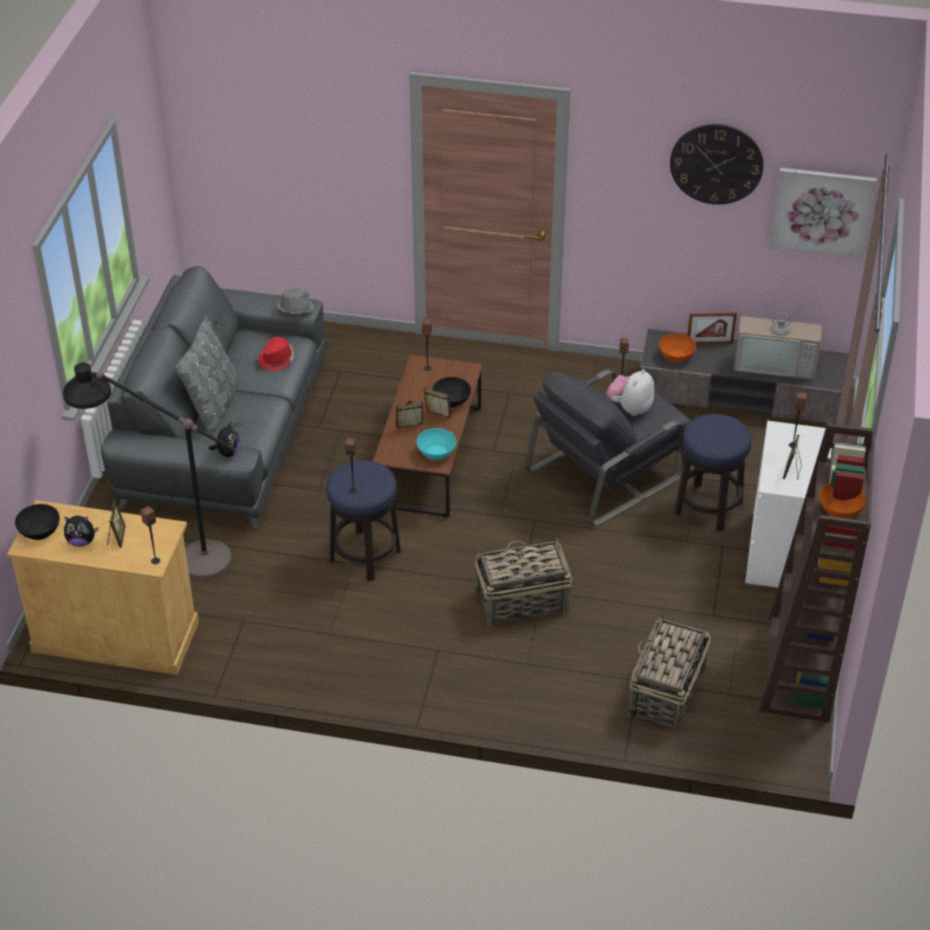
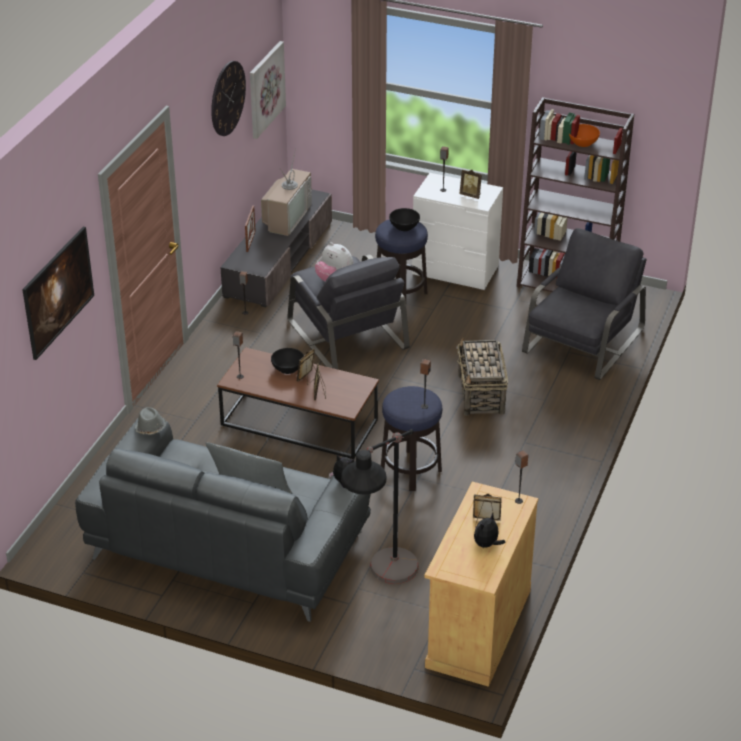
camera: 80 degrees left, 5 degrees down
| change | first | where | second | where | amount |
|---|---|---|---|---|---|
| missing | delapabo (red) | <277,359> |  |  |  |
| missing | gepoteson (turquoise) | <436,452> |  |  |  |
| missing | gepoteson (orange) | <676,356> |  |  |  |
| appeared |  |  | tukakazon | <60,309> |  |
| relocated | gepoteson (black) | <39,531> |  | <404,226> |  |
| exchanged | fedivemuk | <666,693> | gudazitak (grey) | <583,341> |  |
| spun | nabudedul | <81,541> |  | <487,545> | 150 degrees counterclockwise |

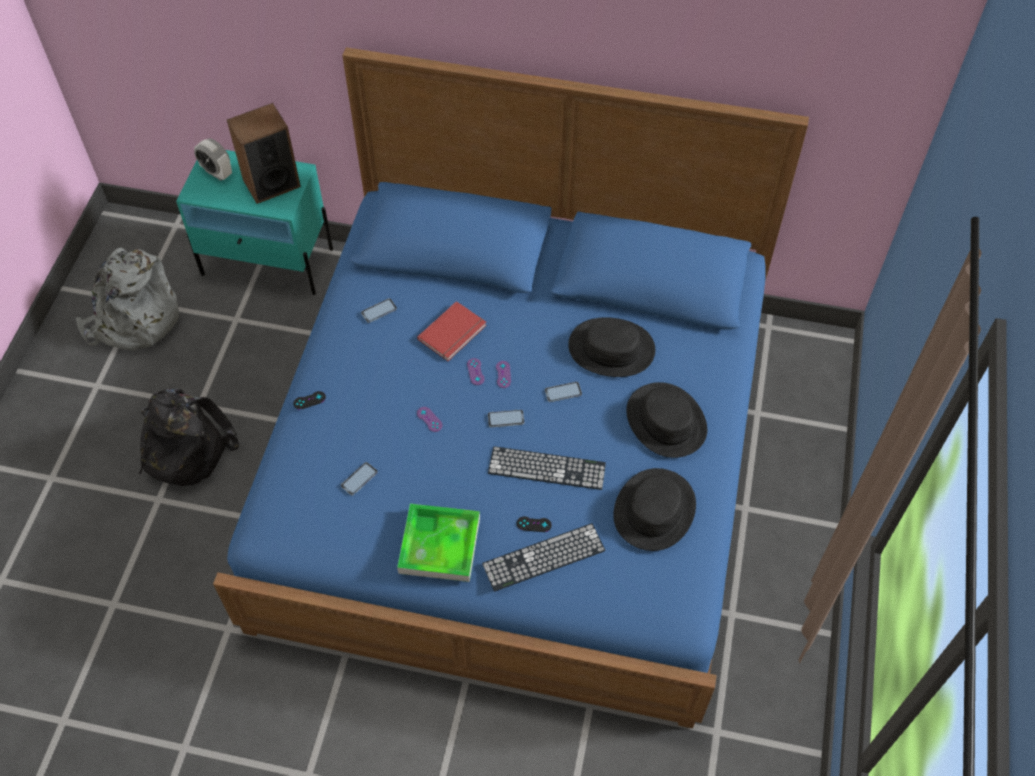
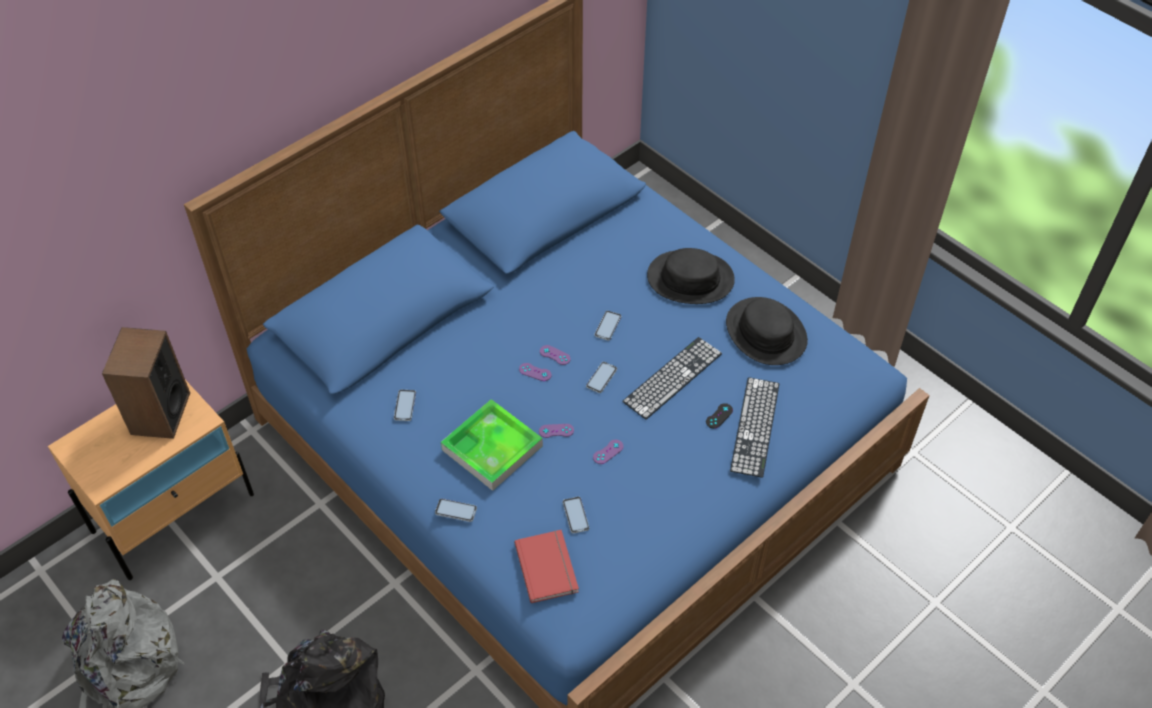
camera: 55 degrees left, 5 degrees down
| change | first | where | second | where | amount |
|---|---|---|---|---|---|
| missing | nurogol | <217,172> |  |  |  |
| missing | delapabo (black) | <611,349> |  |  |  |
| appeared |  |  | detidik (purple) | <608,452> |  |
| relocated | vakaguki | <439,545> |  | <492,448> |  |
| relocated | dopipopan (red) | <454,333> |  | <548,567> |  |
| exchanged | detidik (black) | <309,400> | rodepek | <456,511> |  |
| colour | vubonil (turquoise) | <268,262> | vubonil (beige) | <174,512> |  |

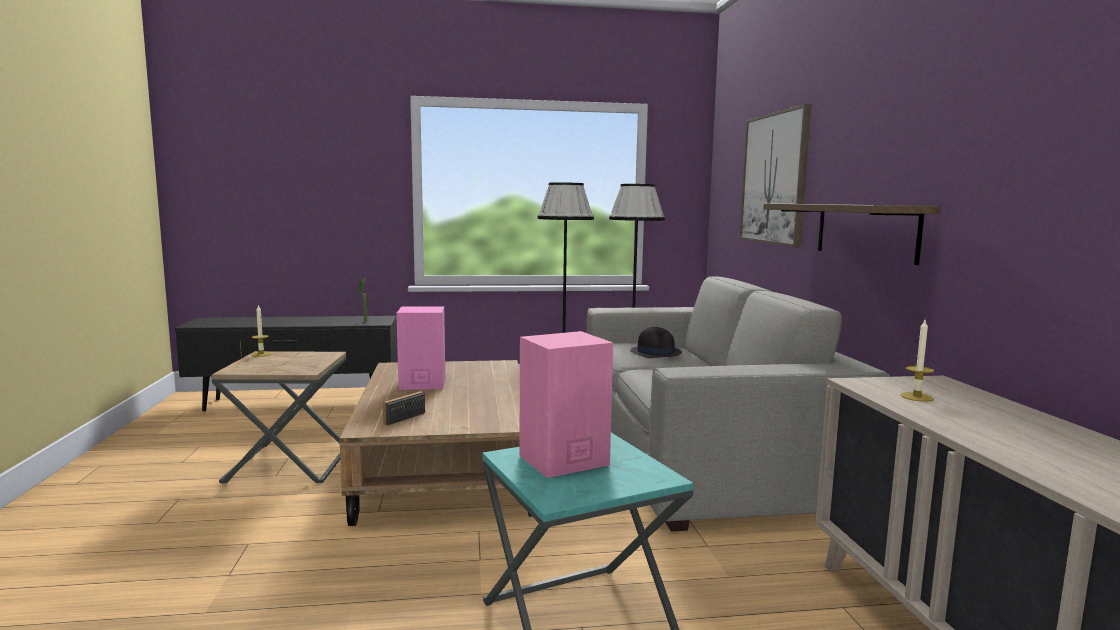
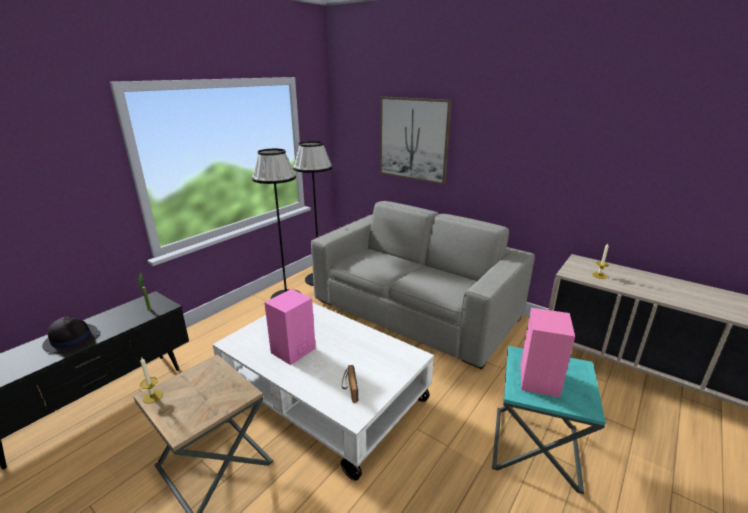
camera: 45 degrees left, 15 degrees up
| change | first | where | second | where | amount |
|---|---|---|---|---|---|
| missing | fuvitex | <865,231> |  |  |  |
| relocated | delapabo (black) | <655,352> |  | <71,339> |  |
| colour | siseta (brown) | <448,467> | siseta (white) | <324,395> |  |

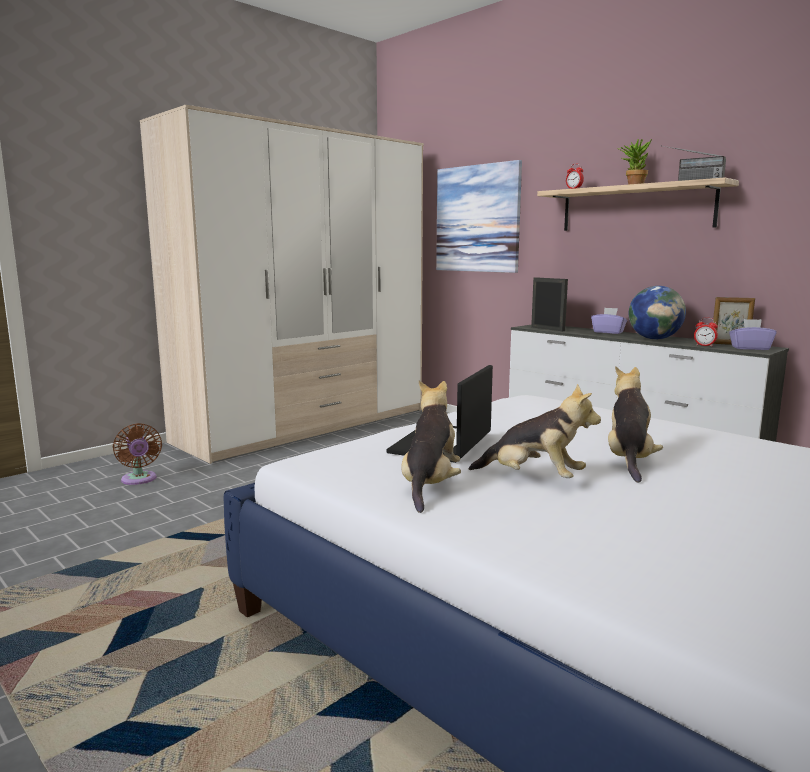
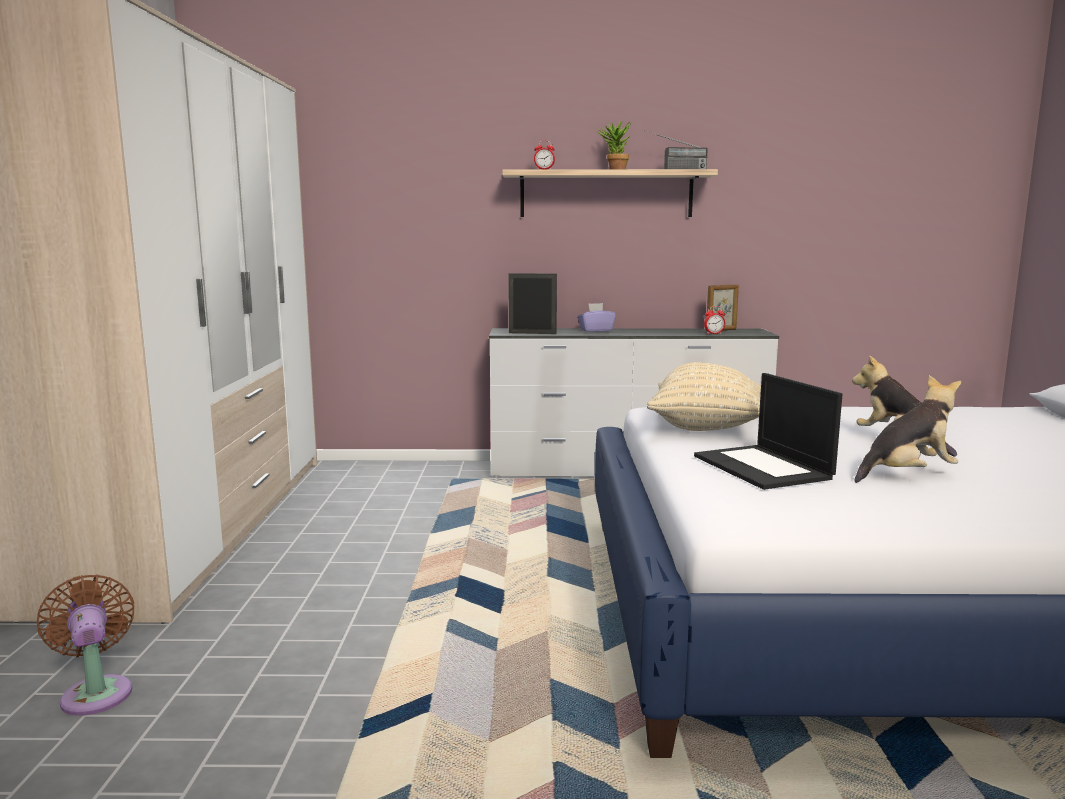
camera: 45 degrees left, 0 degrees up
| change | first | where | second | where | amount |
|---|---|---|---|---|---|
| missing | nabudedul | <430,485> |  |  |  |
| missing | tukakazon | <477,219> |  |  |  |
| missing | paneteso | <654,339> |  |  |  |
| missing | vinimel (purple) | <750,348> |  |  |  |
| appeared |  |  | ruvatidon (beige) | <706,427> |  |
| spun | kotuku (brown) | <139,480> |  | <96,692> | 135 degrees counterclockwise |

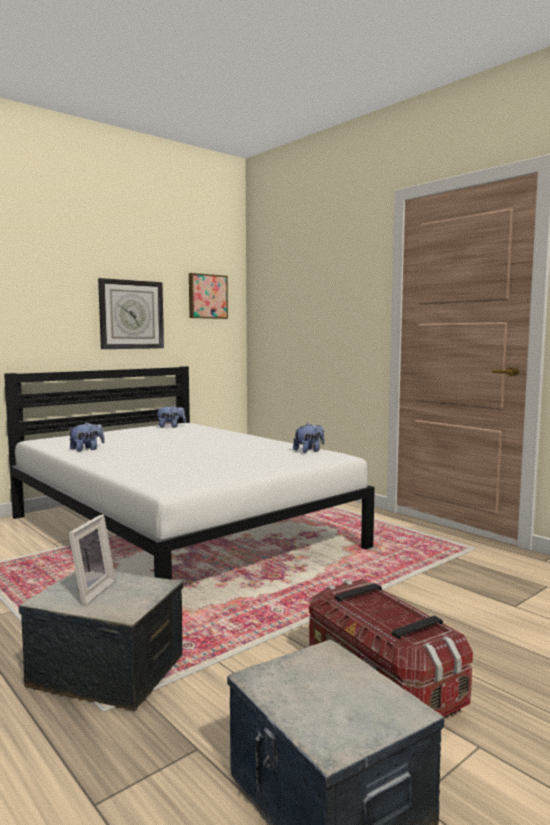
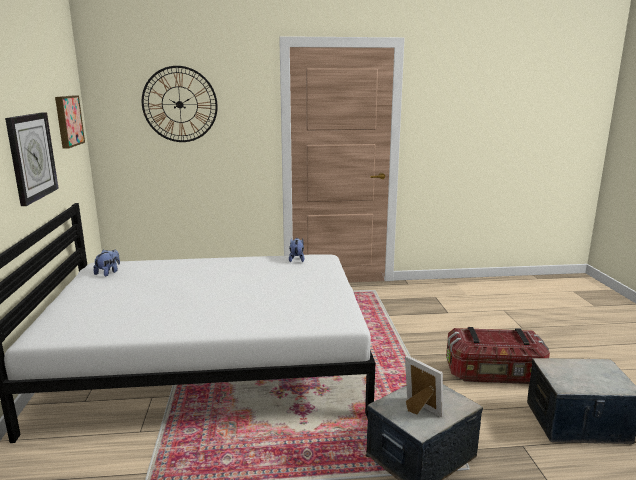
camera: 55 degrees left, 10 degrees up
| change | first | where | second | where | amount |
|---|---|---|---|---|---|
| missing | nabudedul | <87,449> |  |  |  |
| appeared |  |  | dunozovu | <179,104> |  |

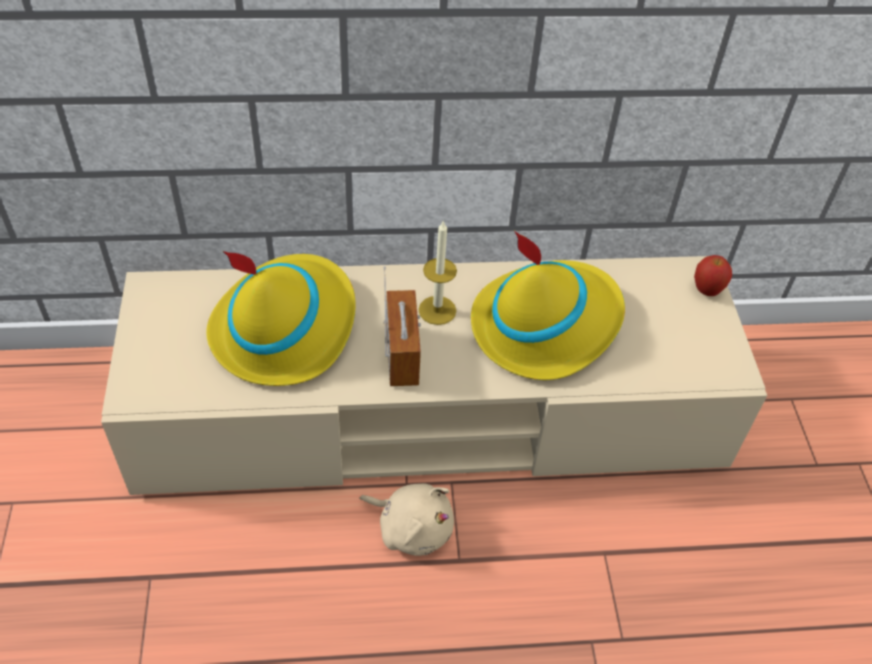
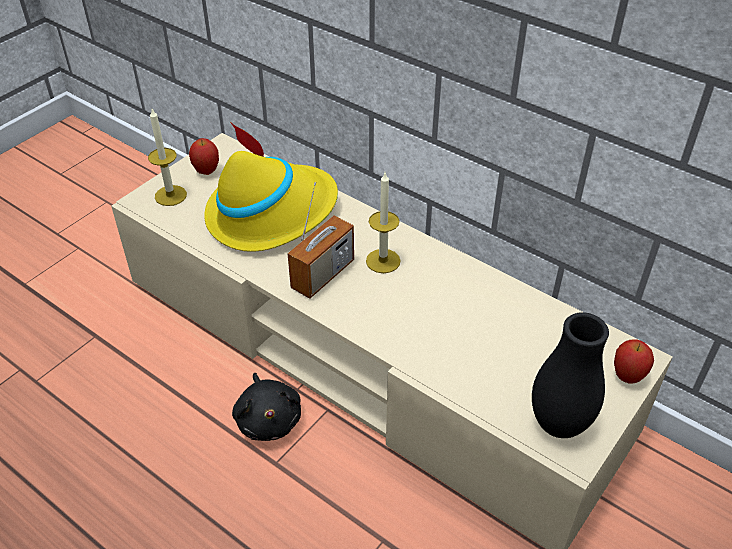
camera: 45 degrees right, 5 degrees down
| change | first | where | second | where | amount |
|---|---|---|---|---|---|
| missing | delapabo (yellow) | <546,325> |  |  |  |
| appeared |  |  | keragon | <170,195> |  |
| appeared |  |  | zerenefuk | <206,171> |  |
| appeared |  |  | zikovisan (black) | <559,424> |  |
| colour | nabudedul (beige) | <412,528> | nabudedul (black) | <268,419> |  |

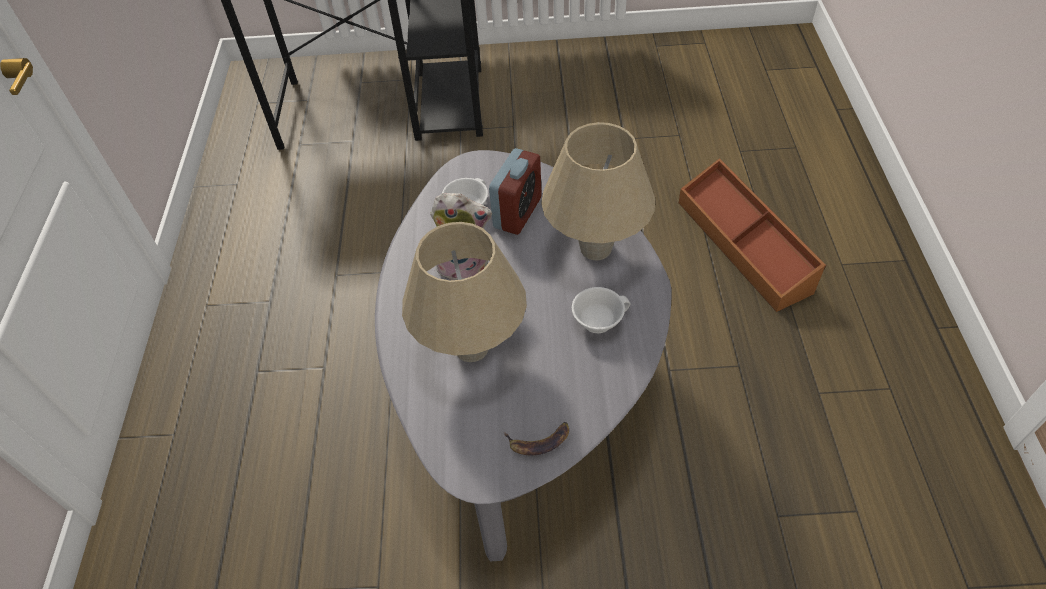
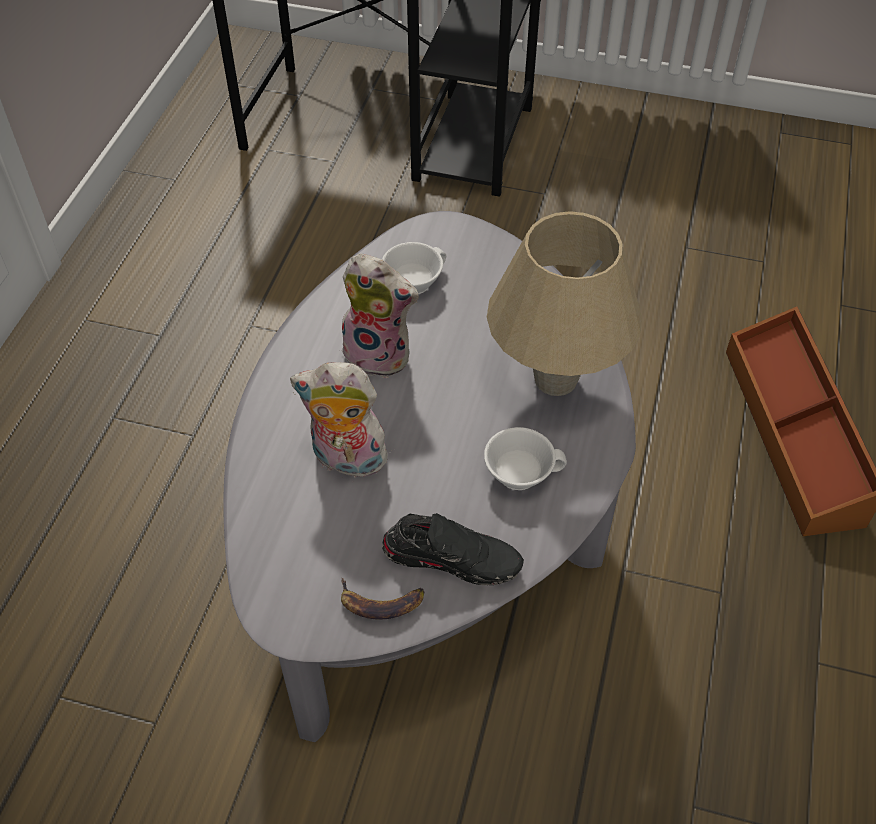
camera: 15 degrees right, 0 degrees up
| change | first | where | second | where | amount |
|---|---|---|---|---|---|
| missing | nurogol | <517,213> |  |  |  |
| appeared |  |  | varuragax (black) | <453,556> |  |
| exchanged | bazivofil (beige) | <472,348> | nabudedul | <346,460> |  |

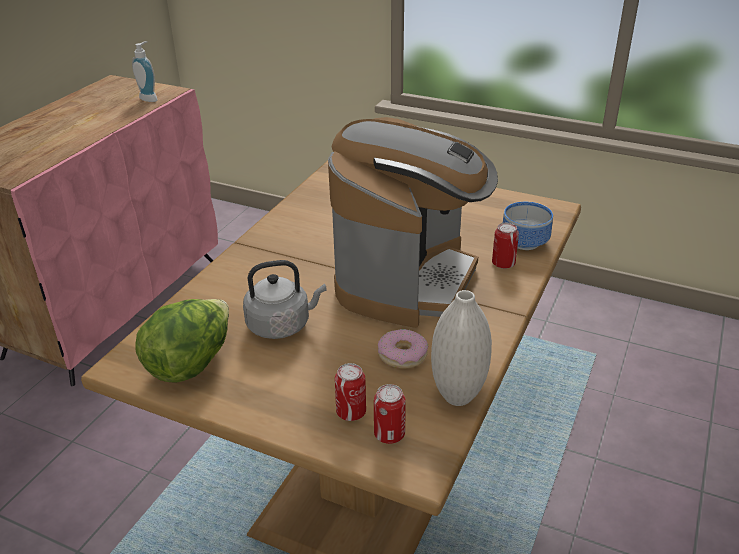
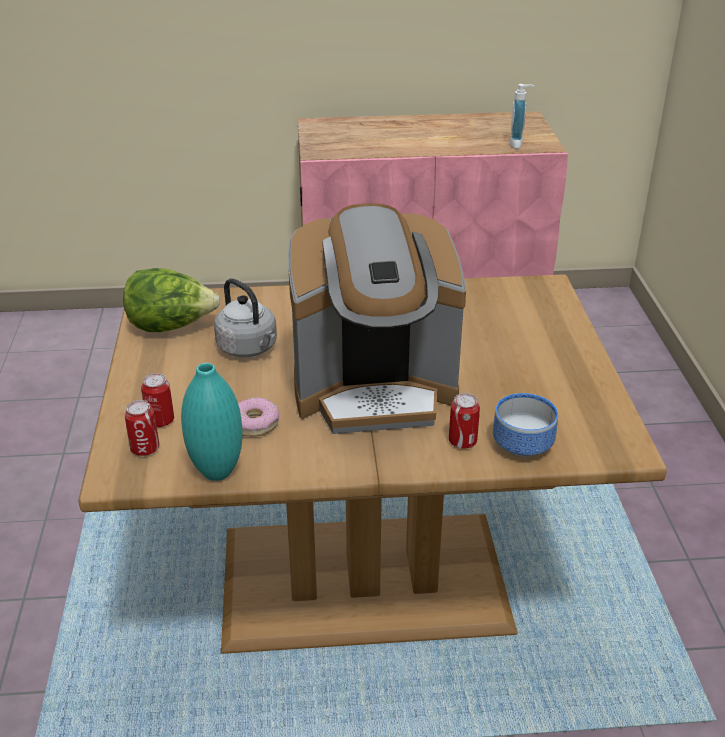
camera: 60 degrees right, 0 degrees up
| change | first | where | second | where | amount |
|---|---|---|---|---|---|
| colour | zikovisan (white) | <457,396> | zikovisan (turquoise) | <217,472> |  |

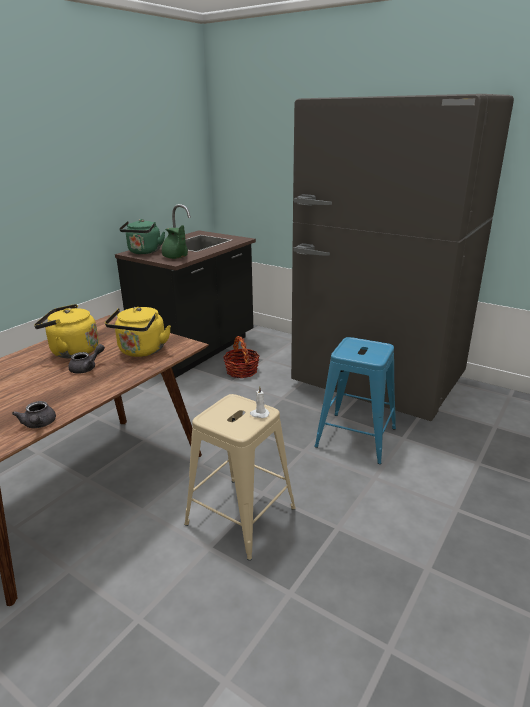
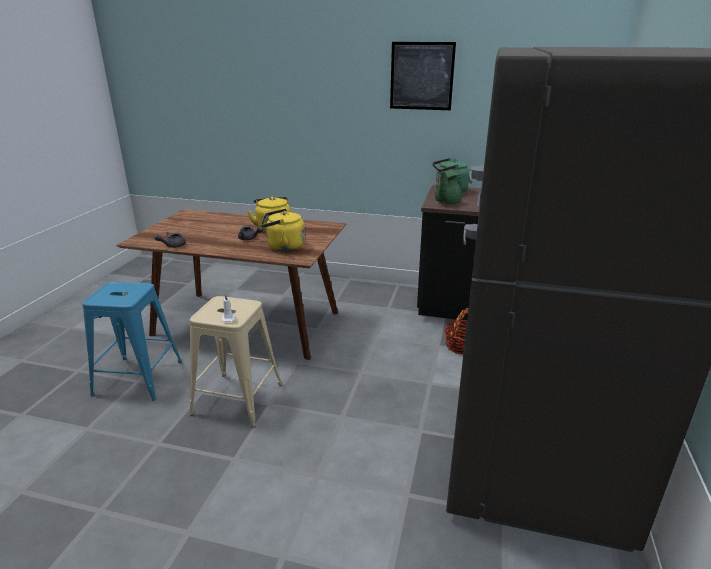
camera: 70 degrees right, 0 degrees up
| change | first | where | second | where | amount |
|---|---|---|---|---|---|
| appeared |  |  | tukakazon | <421,76> |  |
| relocated | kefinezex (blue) | <355,437> |  | <139,378> |  |

